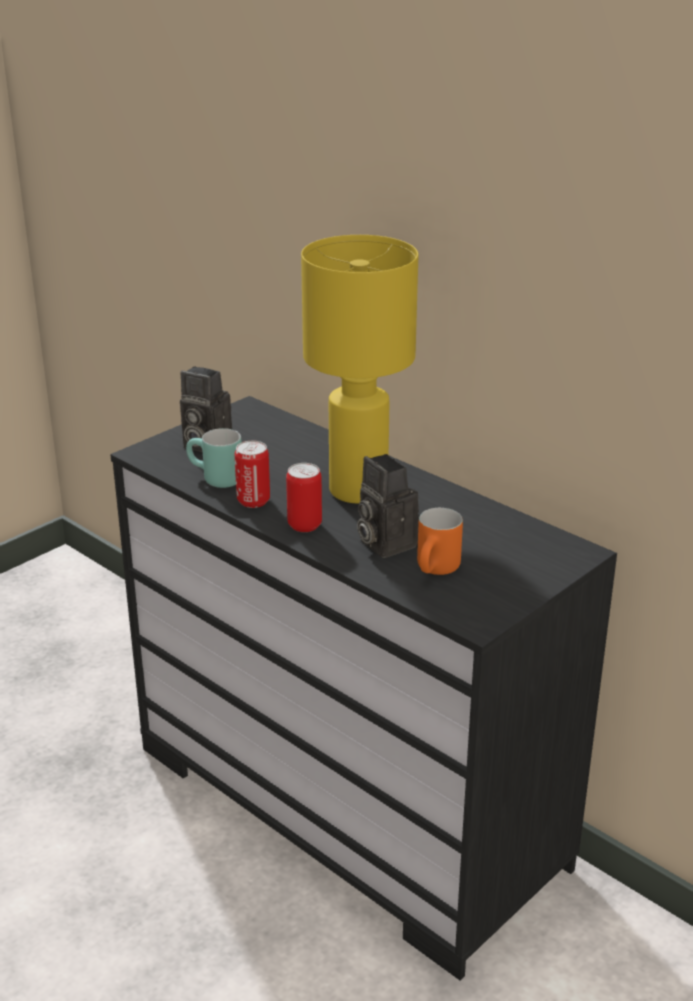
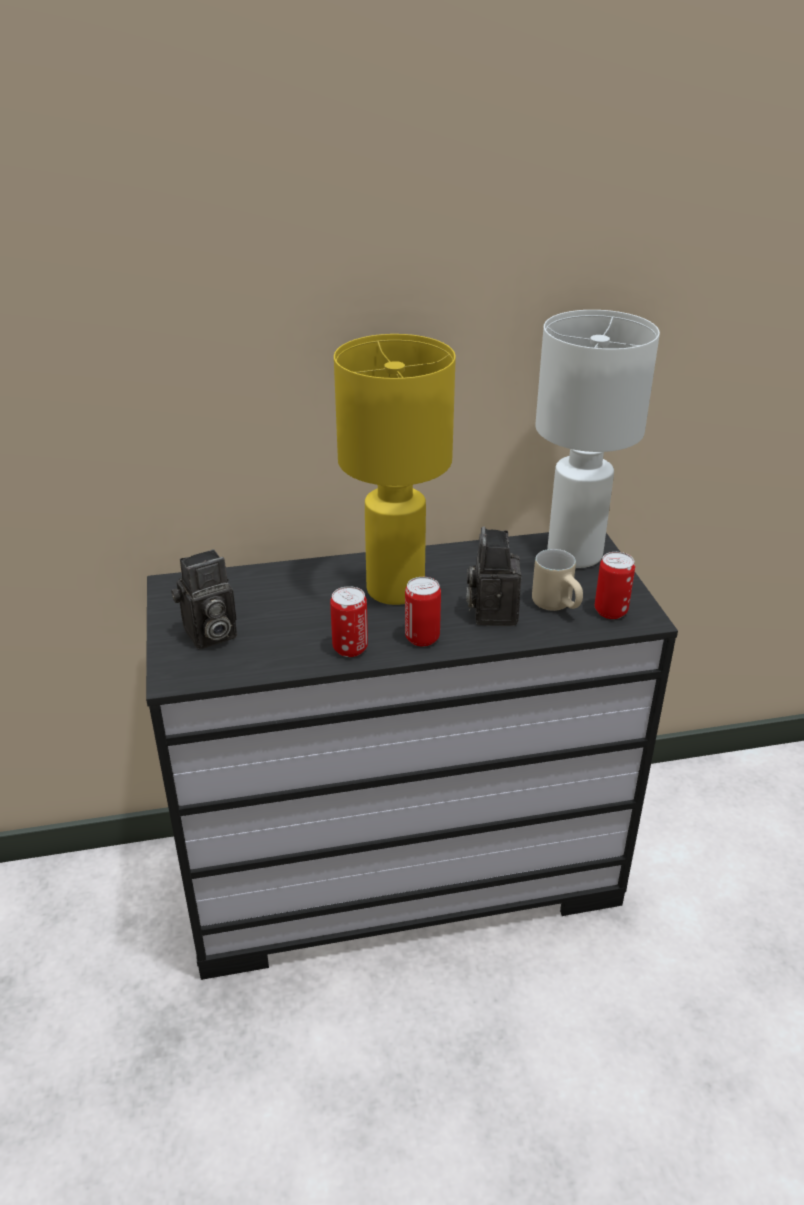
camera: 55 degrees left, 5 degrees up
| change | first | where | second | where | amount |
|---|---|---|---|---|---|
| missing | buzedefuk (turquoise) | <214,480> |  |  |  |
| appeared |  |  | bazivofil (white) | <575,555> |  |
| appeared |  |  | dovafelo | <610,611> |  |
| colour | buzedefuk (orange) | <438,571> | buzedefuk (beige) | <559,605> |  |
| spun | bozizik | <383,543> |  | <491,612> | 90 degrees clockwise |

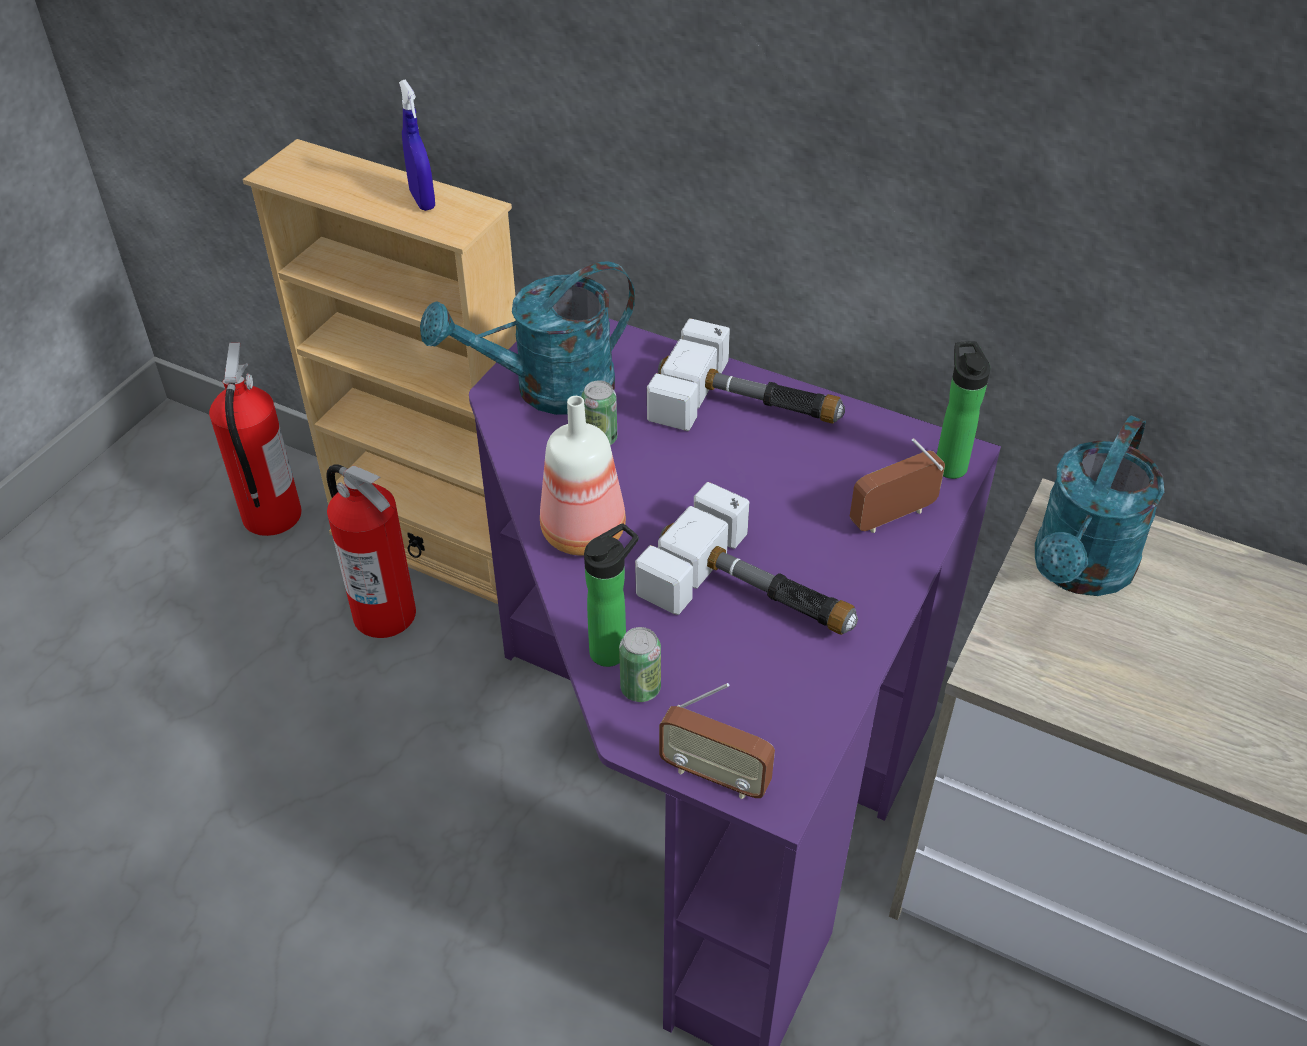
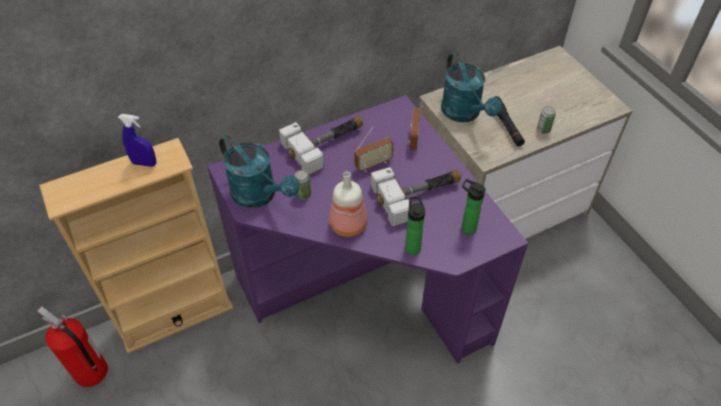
camera: 55 degrees left, 5 degrees up
| change | first | where | second | where | amount |
|---|---|---|---|---|---|
| missing | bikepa | <384,613> |  |  |  |
| appeared |  |  | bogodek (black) | <506,126> |  |
| relocated | dovafelo | <640,688> |  | <543,129> |  |
| relocated | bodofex | <715,776> |  | <373,164> |  |
| relocated | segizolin | <949,464> |  | <466,228> |  |
| spun | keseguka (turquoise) | <547,390> |  | <260,195> | 60 degrees counterclockwise |

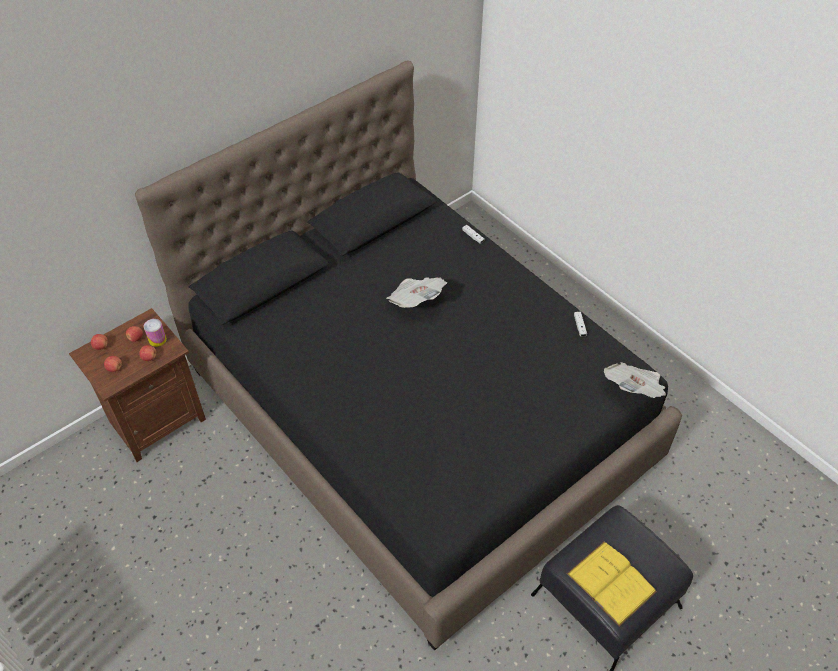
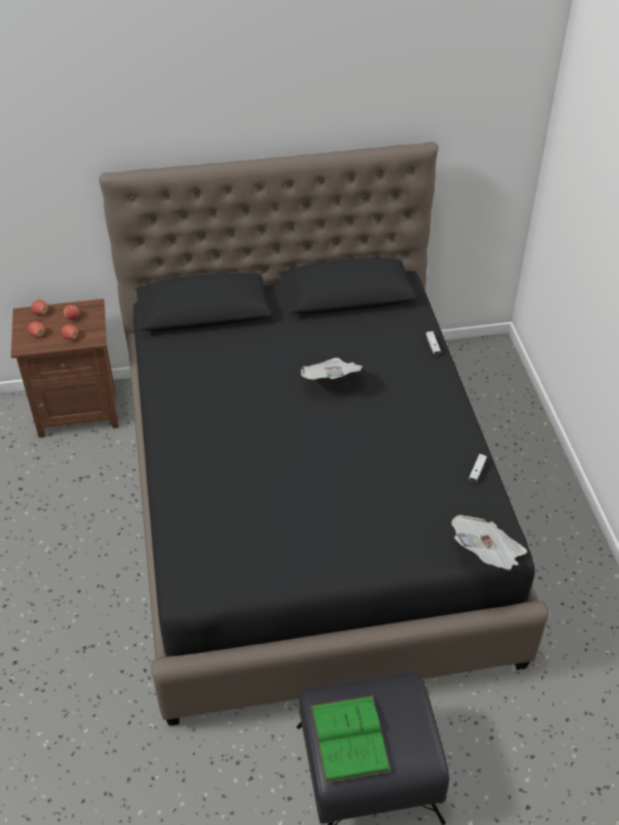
camera: 30 degrees right, 5 degrees down
| change | first | where | second | where | amount |
|---|---|---|---|---|---|
| missing | dovafelo | <157,340> |  |  |  |
| colour | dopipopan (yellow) | <611,582> | dopipopan (green) | <349,738> |  |

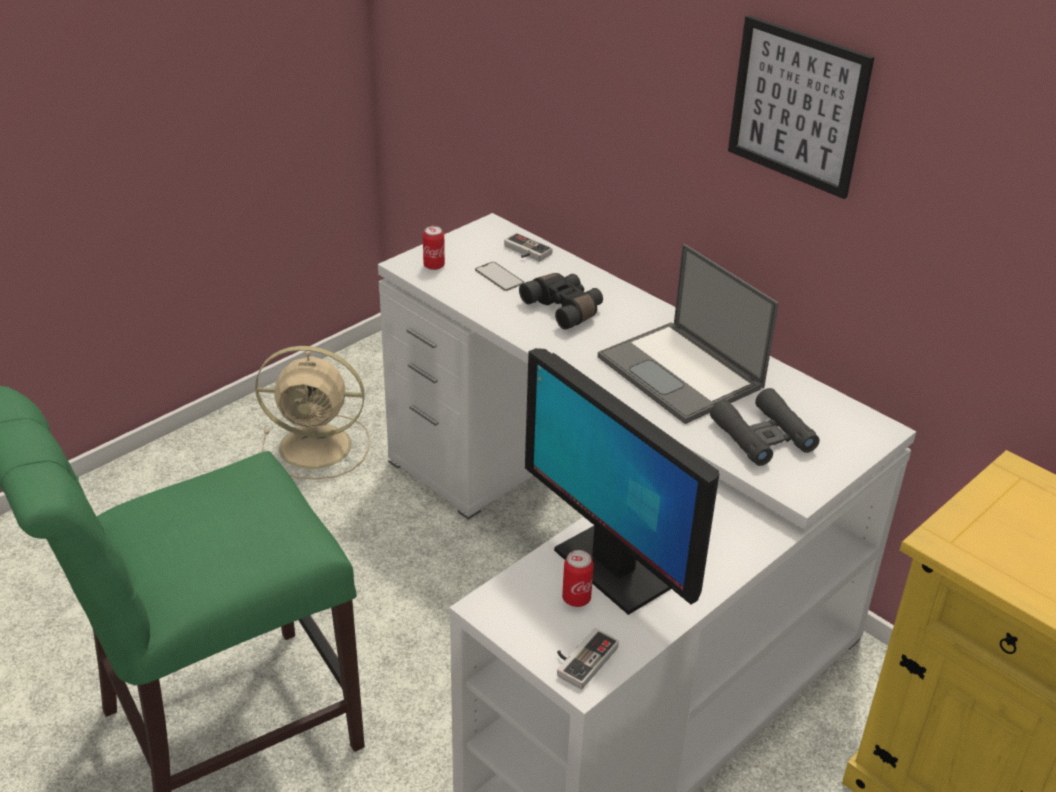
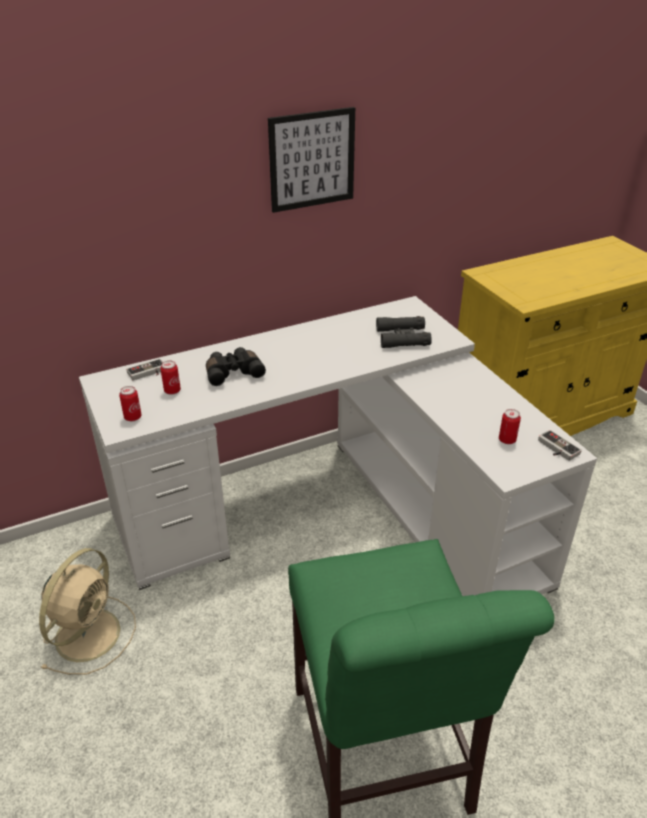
camera: 70 degrees left, 0 degrees up
| change | first | where | second | where | amount |
|---|---|---|---|---|---|
| missing | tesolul | <612,568> |  |  |  |
| missing | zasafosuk | <682,373> |  |  |  |
| exchanged | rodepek | <499,277> | dovafelo | <172,391> |  |

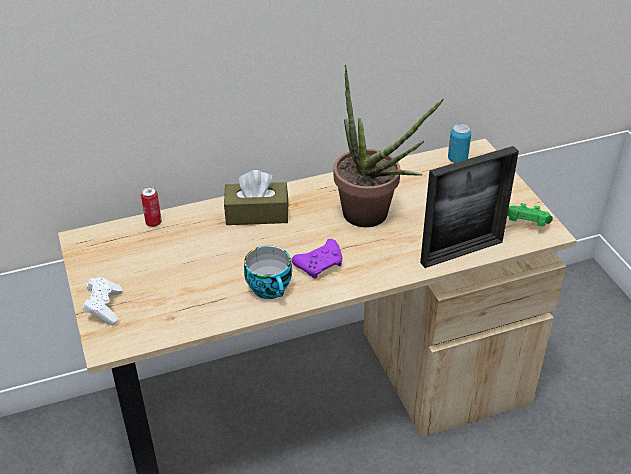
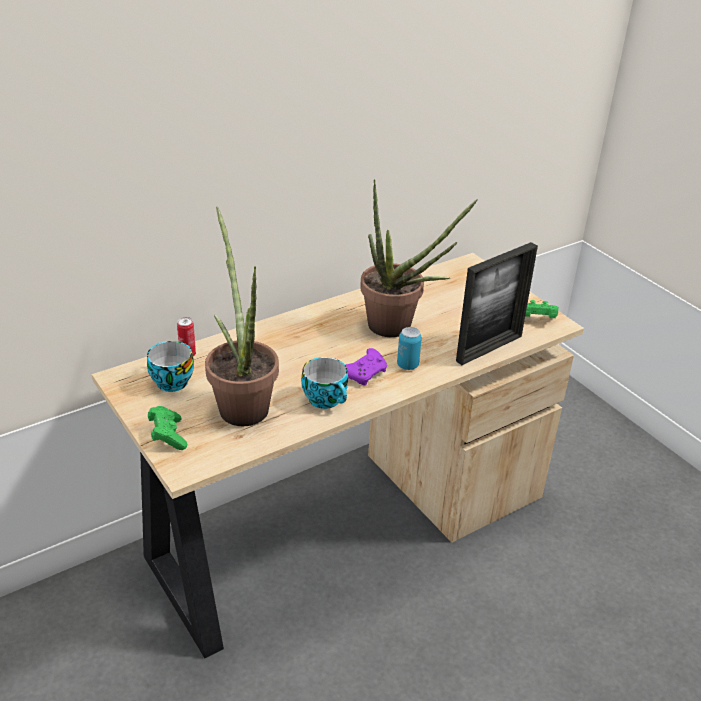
camera: 15 degrees left, 5 degrees down
| change | first | where | second | where | amount |
|---|---|---|---|---|---|
| missing | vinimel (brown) | <257,214> |  |  |  |
| appeared |  |  | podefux | <170,381> |  |
| appeared |  |  | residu | <241,403> |  |
| relocated | dovafelo | <457,159> |  | <407,365> |  |
| colour | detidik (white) | <104,308> | detidik (green) | <168,436> |  |

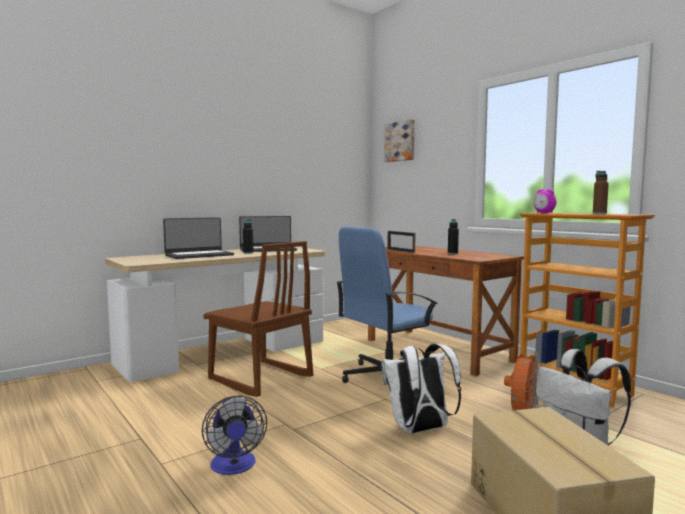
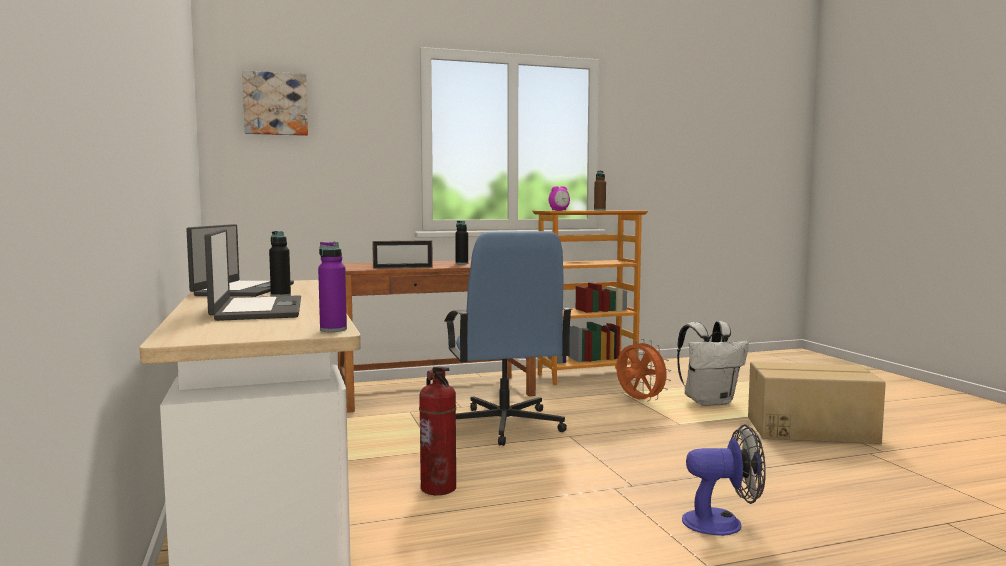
camera: 70 degrees left, 0 degrees up
| change | first | where | second | where | amount |
|---|---|---|---|---|---|
| missing | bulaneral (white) | <420,430> |  |  |  |
| appeared |  |  | segizolin (purple) | <333,330> |  |
| exchanged | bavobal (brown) | <260,379> | bikepa | <439,488> |  |

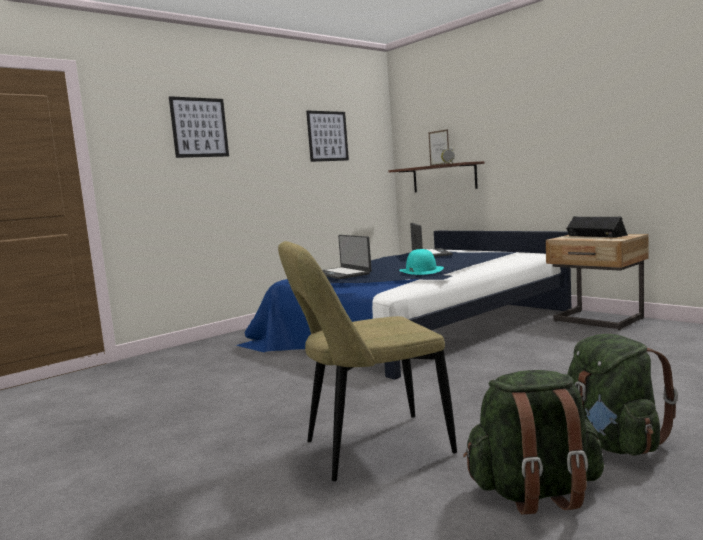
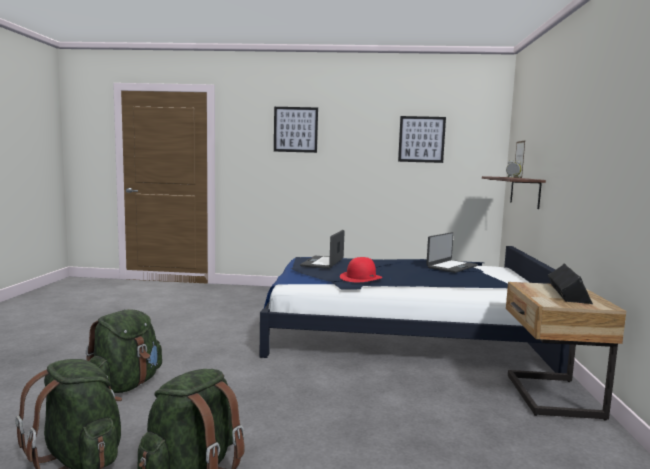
camera: 45 degrees right, 0 degrees up
| change | first | where | second | where | amount |
|---|---|---|---|---|---|
| exchanged | bavobal (beige) | <370,448> | bulaneral (green) | <125,385> |  |
| colour | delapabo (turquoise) | <421,271> | delapabo (red) | <361,277> |  |

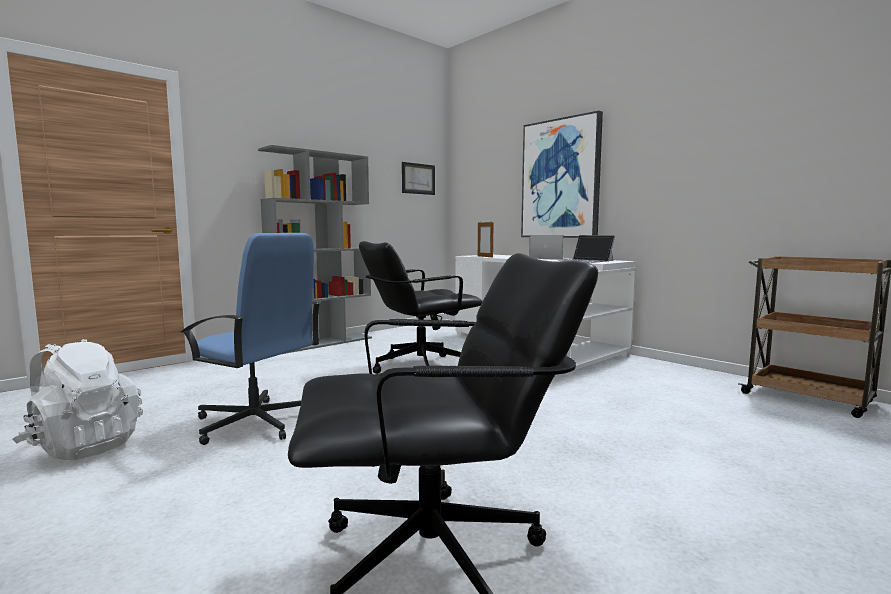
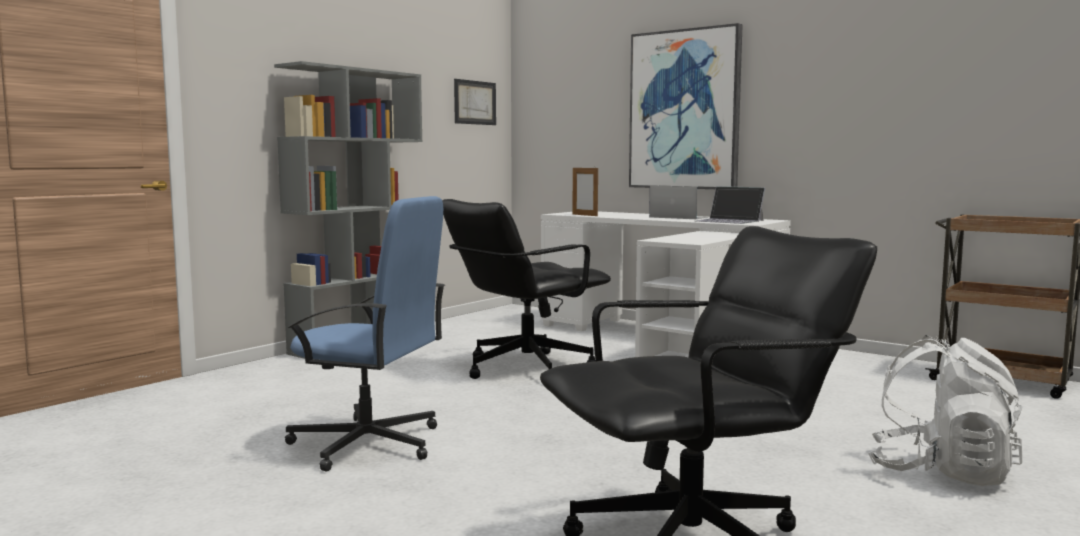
camera: 10 degrees left, 0 degrees up
| change | first | where | second | where | amount |
|---|---|---|---|---|---|
| relocated | bulaneral (white) | <83,446> |  | <940,472> |  |

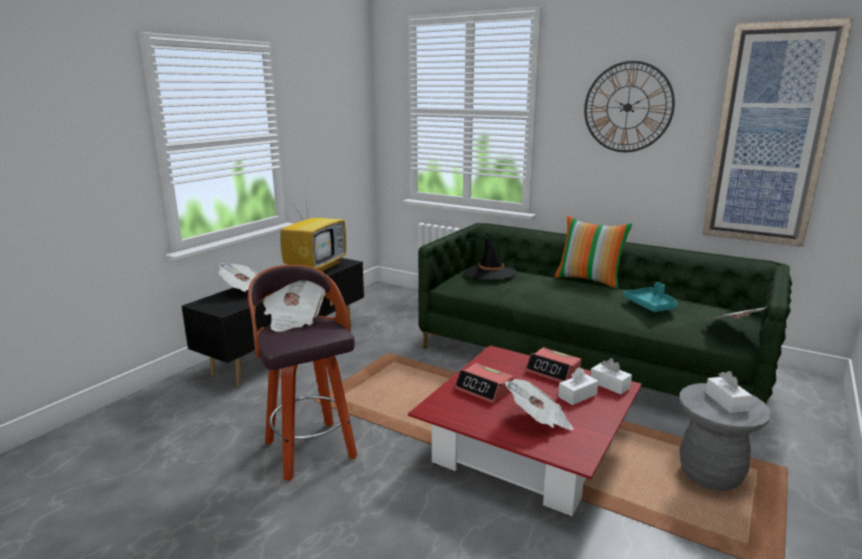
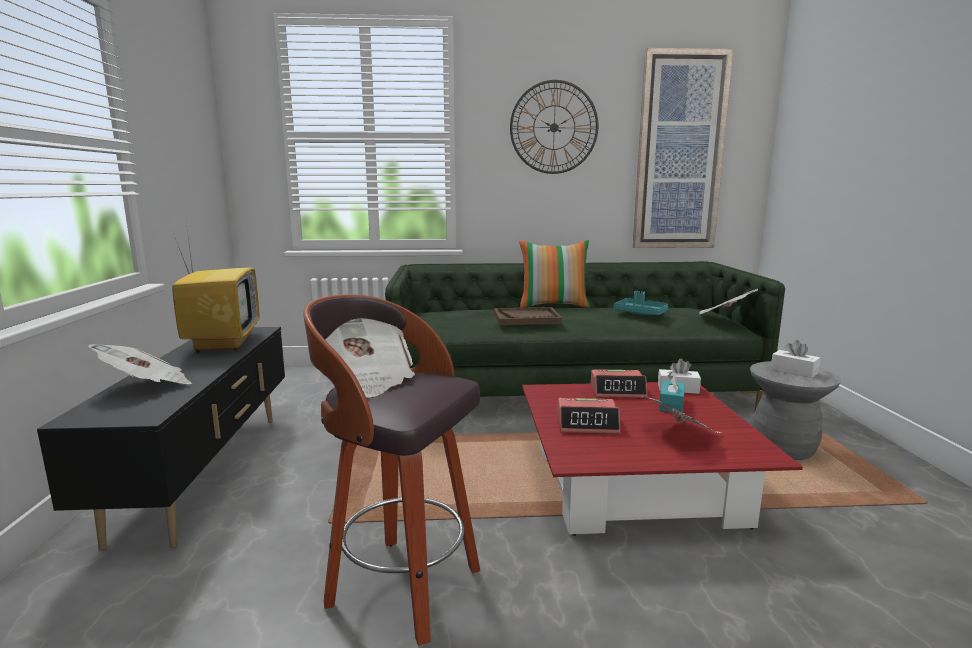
camera: 35 degrees left, 5 degrees down
| change | first | where | second | where | amount |
|---|---|---|---|---|---|
| missing | delapabo (black) | <490,273> |  |  |  |
| appeared |  |  | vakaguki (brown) | <527,318> |  |
| colour | vinimel (white) | <577,395> | vinimel (turquoise) | <671,404> |  |

